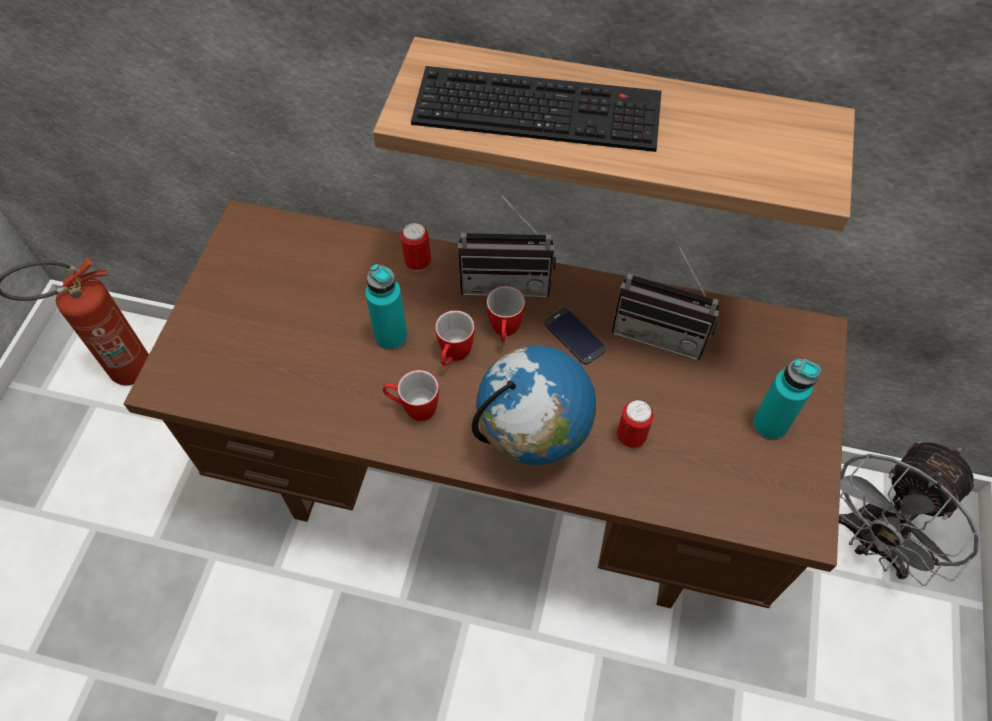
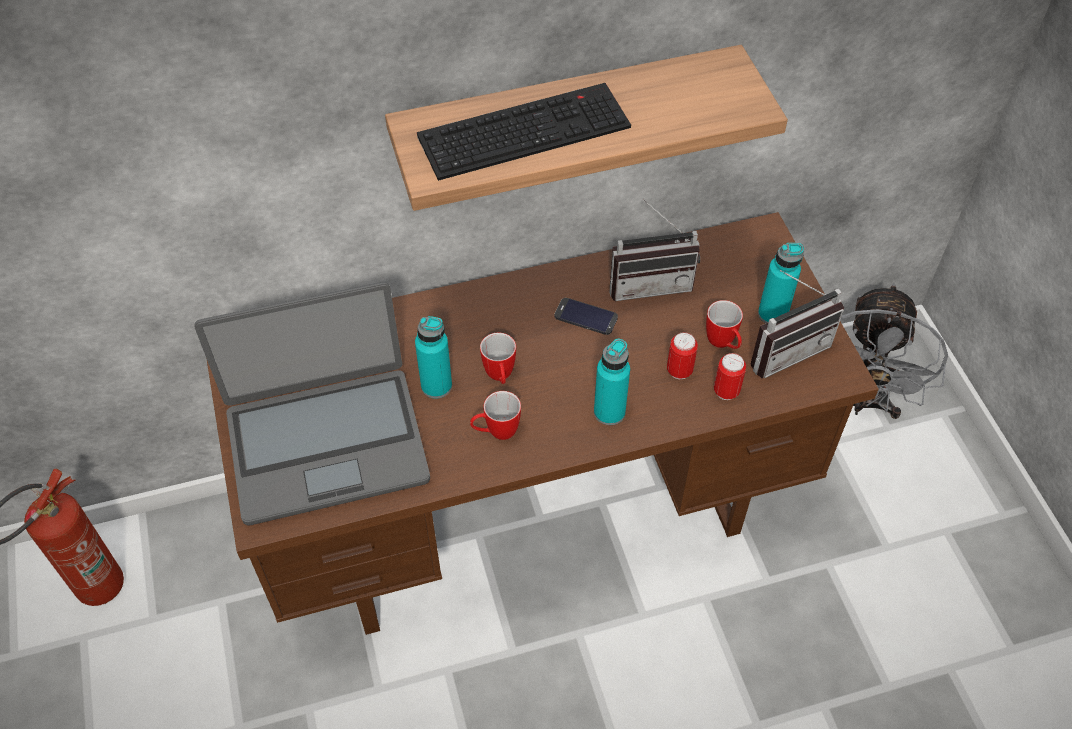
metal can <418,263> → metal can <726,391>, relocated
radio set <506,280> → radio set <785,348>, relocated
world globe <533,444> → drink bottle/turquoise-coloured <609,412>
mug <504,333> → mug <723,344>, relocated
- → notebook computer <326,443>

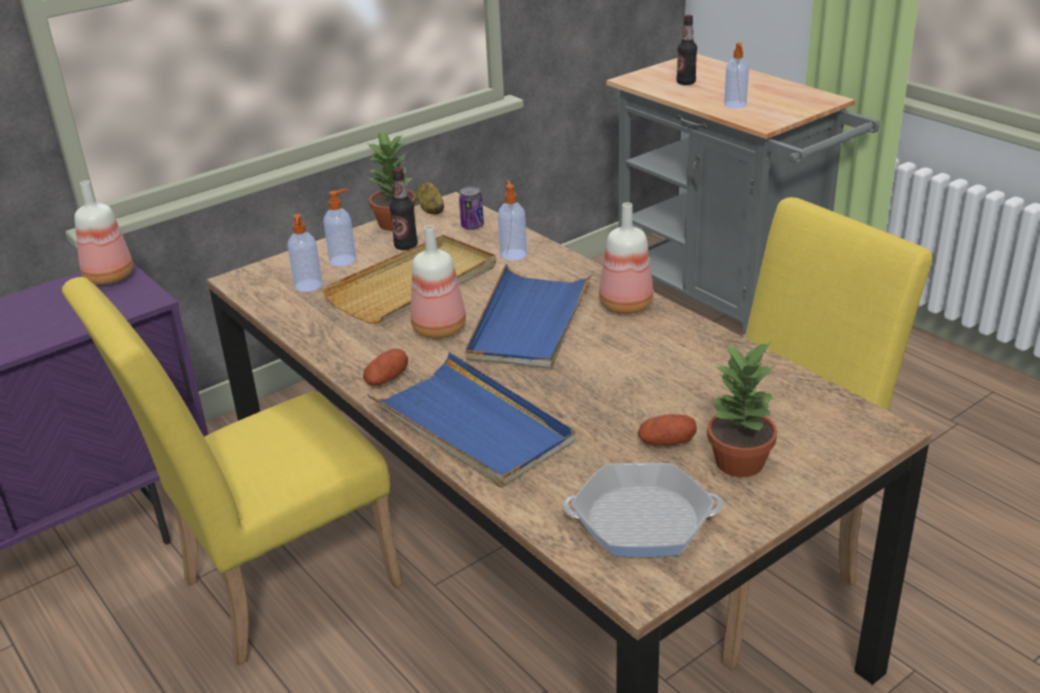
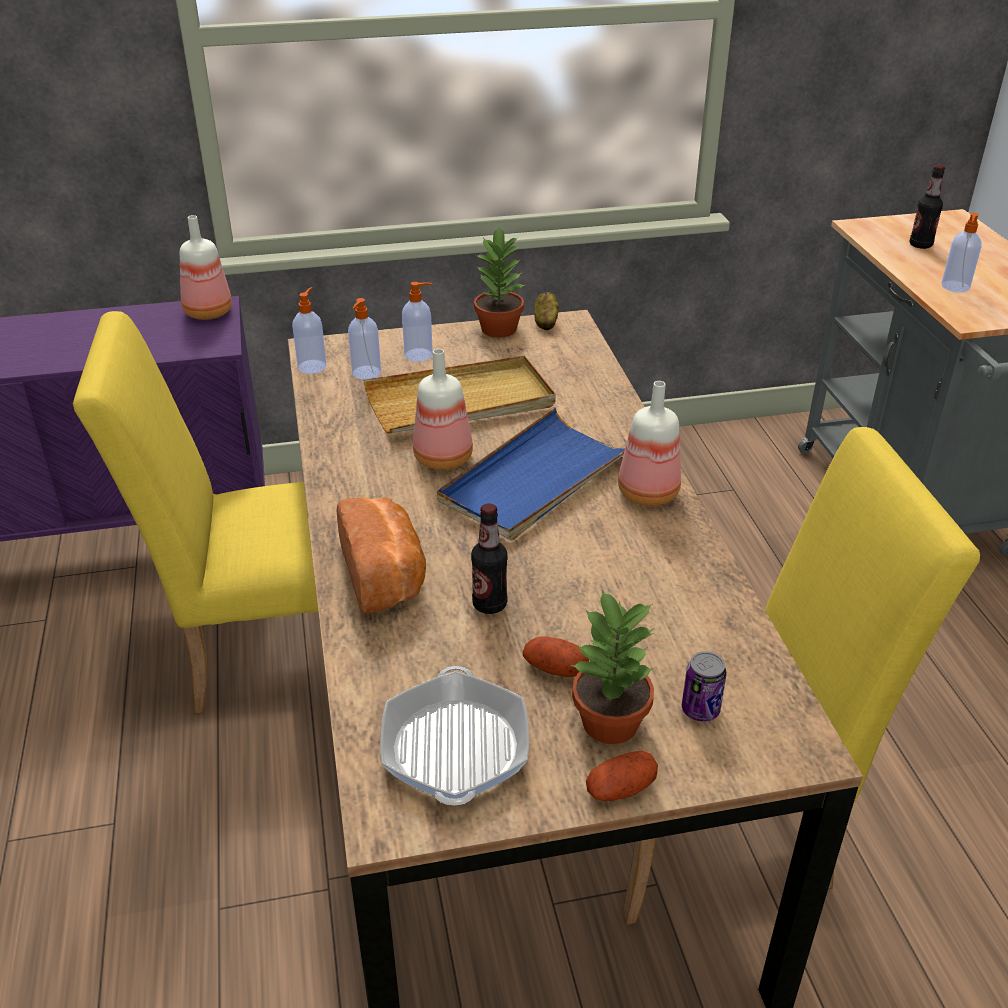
potato <387,379> → potato <620,789>, relocated
serving tray/blue-coloured <472,425> → bakery bread <385,575>
drink bottle <406,246> → drink bottle <489,604>, relocated
metal can <472,226> → metal can <700,709>, relocated
soap bottle <513,254> → soap bottle <312,366>, relocated
skillet <642,520> → skillet <455,747>, 60 degrees clockwise

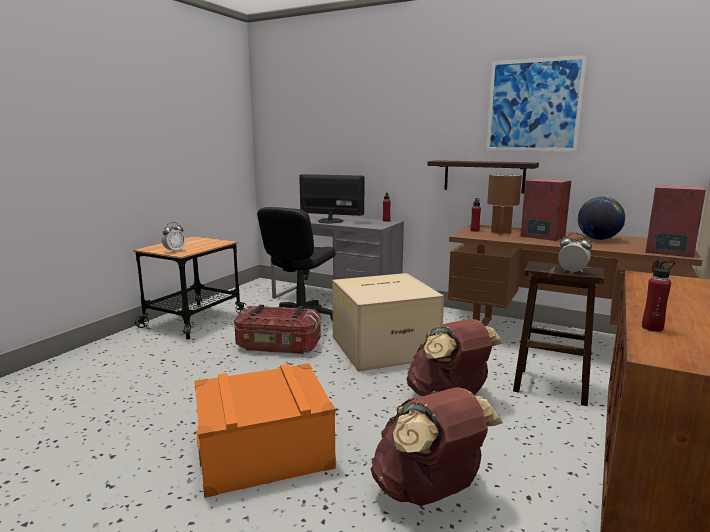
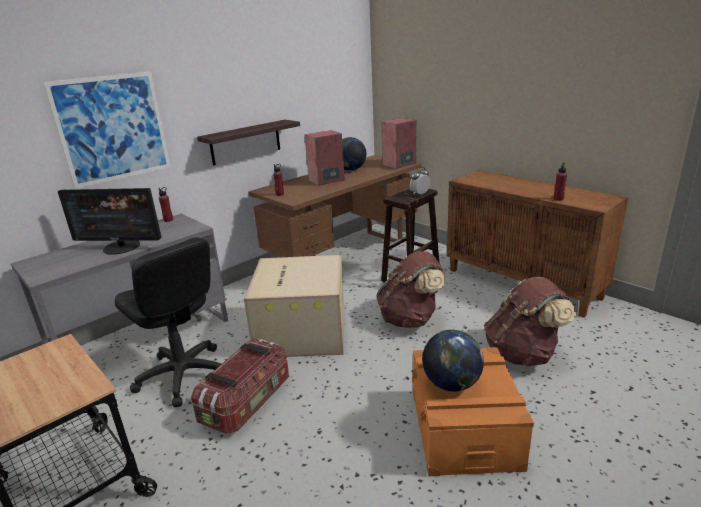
bedside clock <174,251> → -
monitor <330,221> → monitor <121,247>, 120 degrees counterclockwise
wall picture <533,105> → wall picture <113,128>, relocated
tabletop lamp/brown-coloured <500,232> → -
- → world globe <451,384>

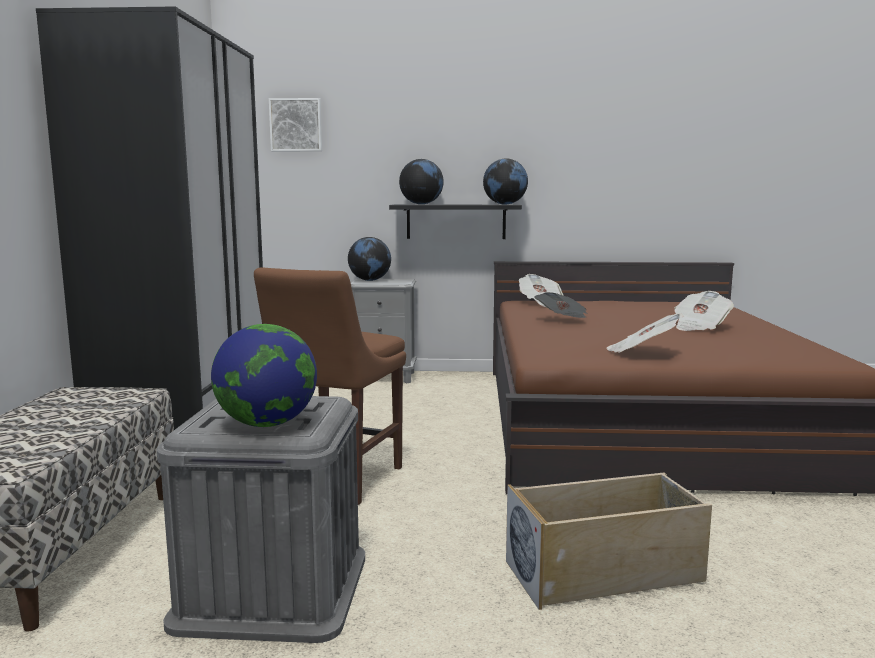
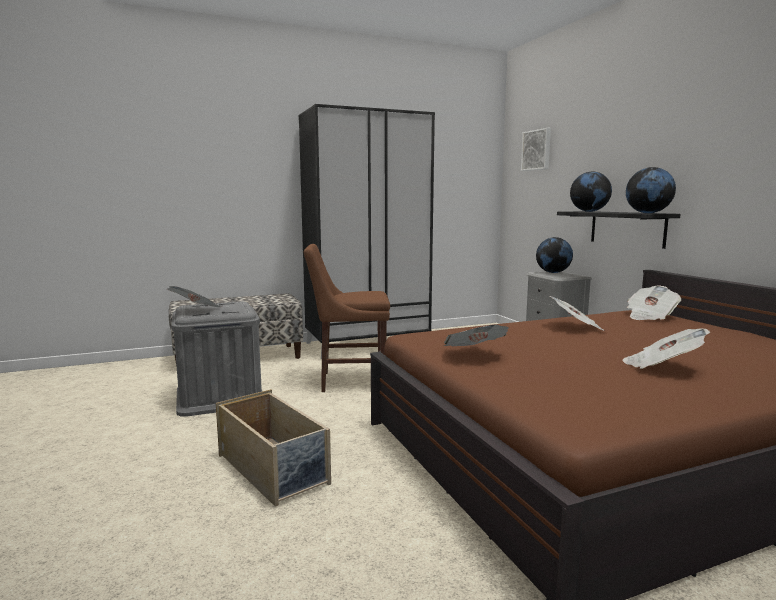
world globe <267,424> → printed paper <196,310>

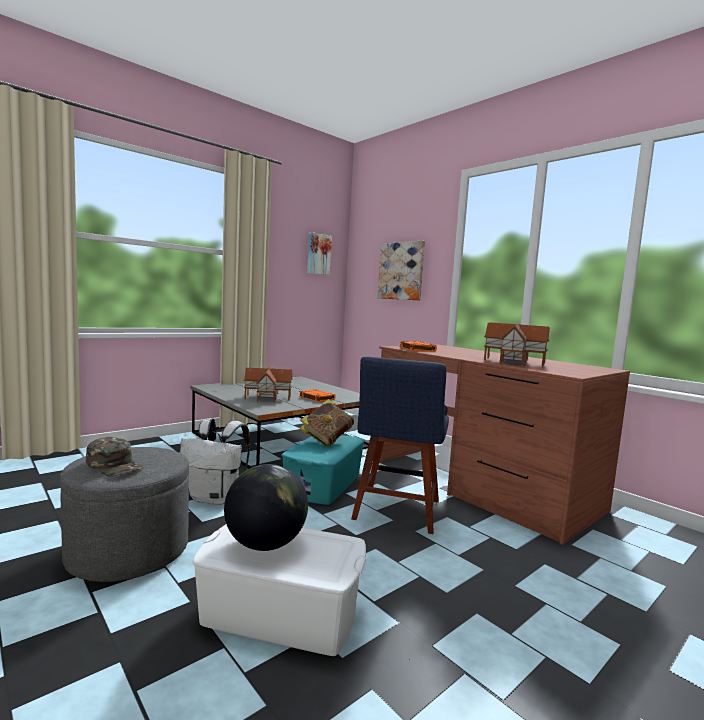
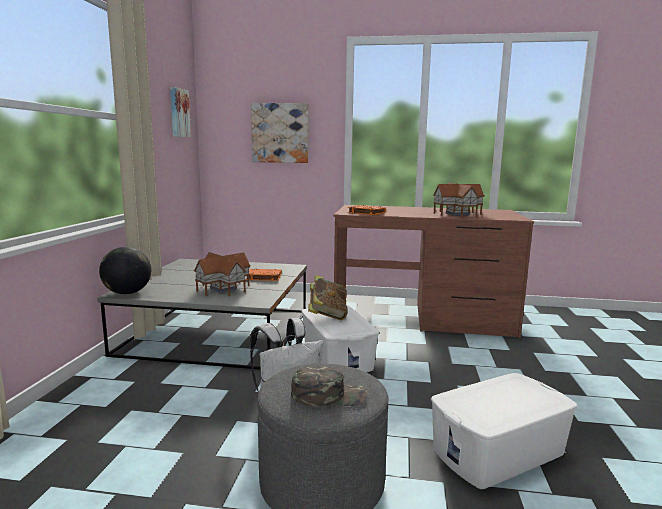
world globe <265,544> → world globe <127,293>, relocated
storage box/turquoise-coloured <324,484> → storage box/whitish <337,356>
plain chair/blue-coloured <396,512> → -

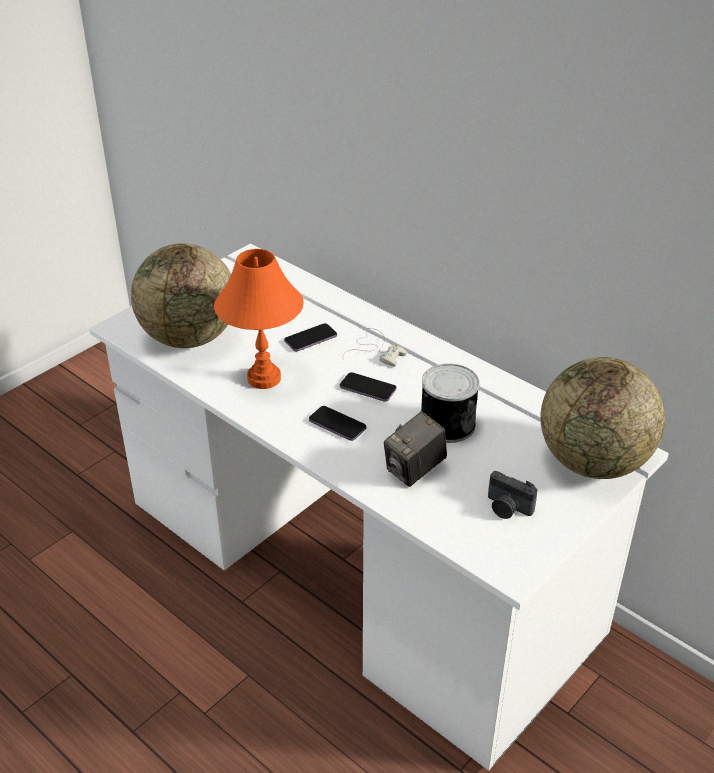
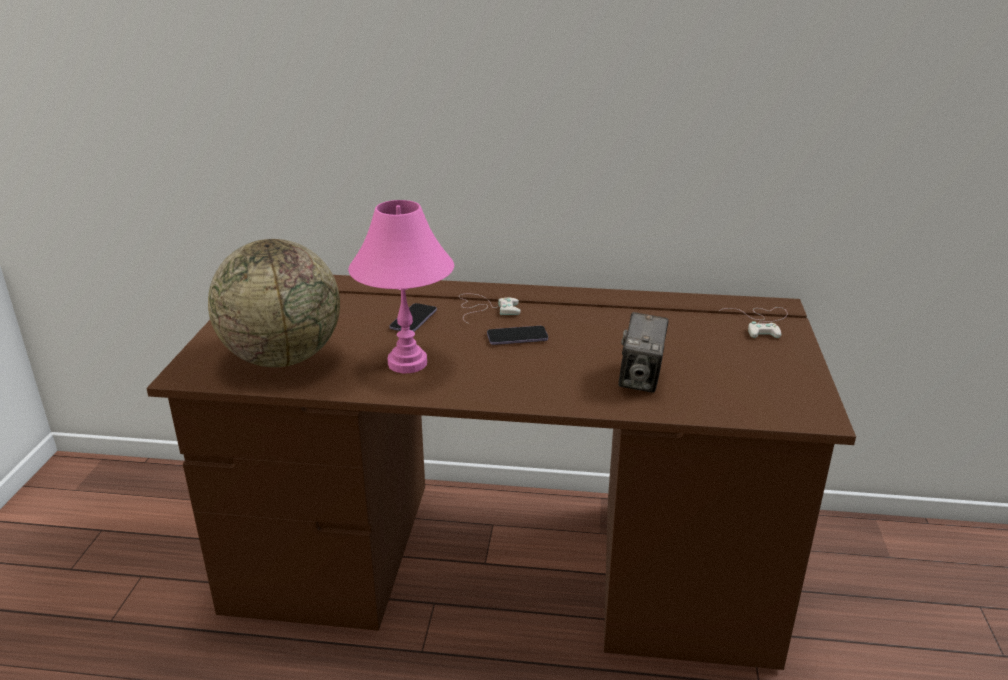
desk table/whitish <358,566> → desk table/brown-coloured <504,562>
tabletop lamp/orange <264,378> → tabletop lamp/pinkish <407,363>
handset <337,425> → -
metal can <446,423> → -
still camera <507,508> → -
world globe <593,462> → joypad/whitish <762,322>

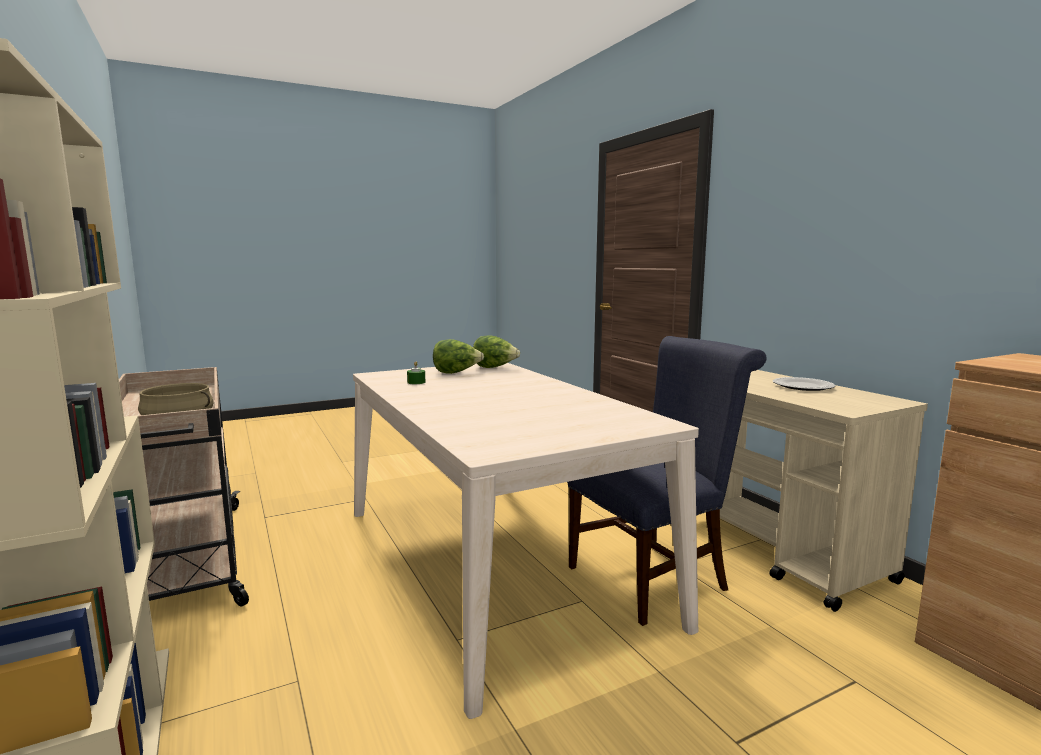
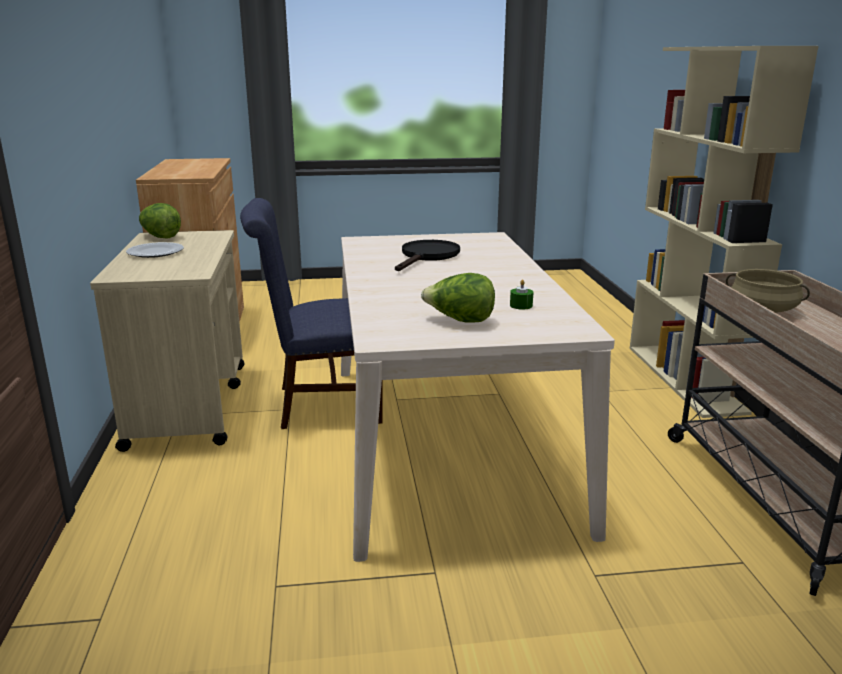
lettuce <494,368> → lettuce <160,237>, relocated
- → skillet/black-coloured <427,256>

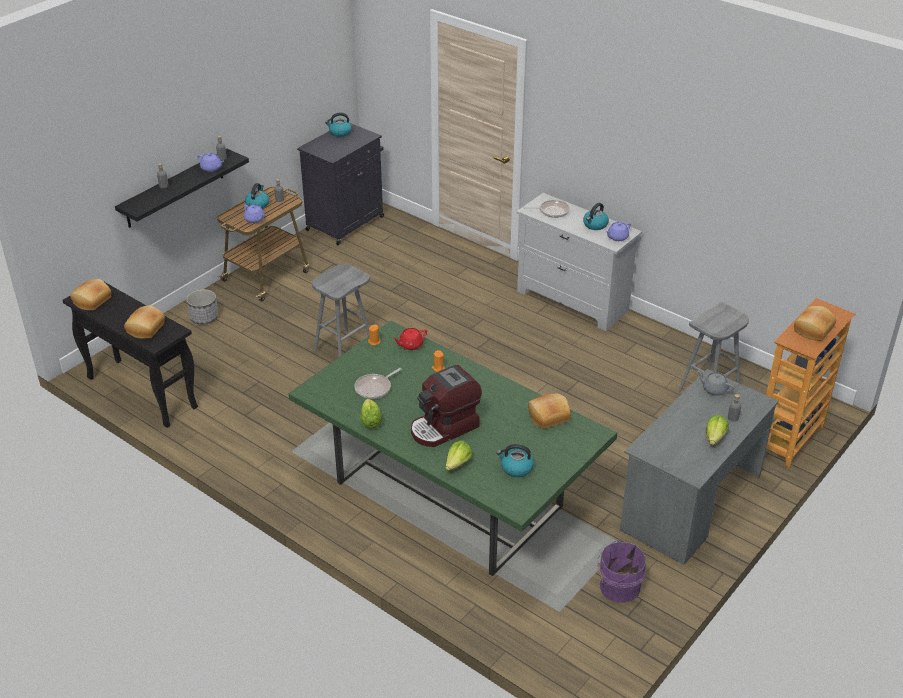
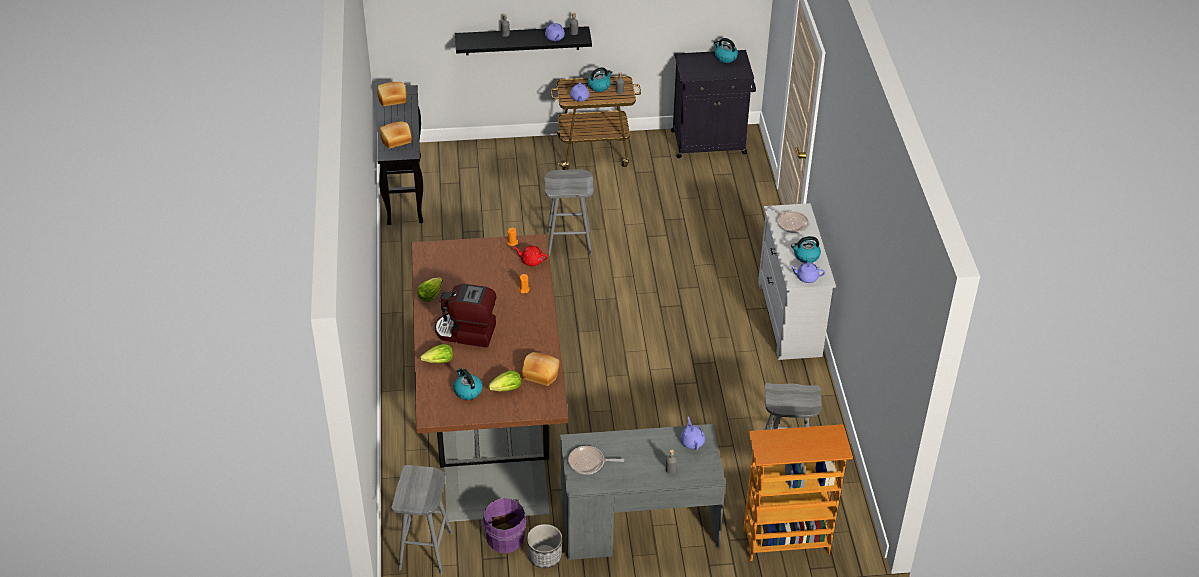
plant pot <204,318> → plant pot <545,556>, relocated
kitchen table/greenish <450,496> → kitchen table/brown-coloured <489,397>
skillet <375,388> → skillet <589,463>, relocated
tea pot/gray <714,389> → tea pot/purplish <692,441>
lettuce <715,437> → lettuce <506,389>, relocated
bakery bread <812,329> → -
- → stool seat/gray <426,551>

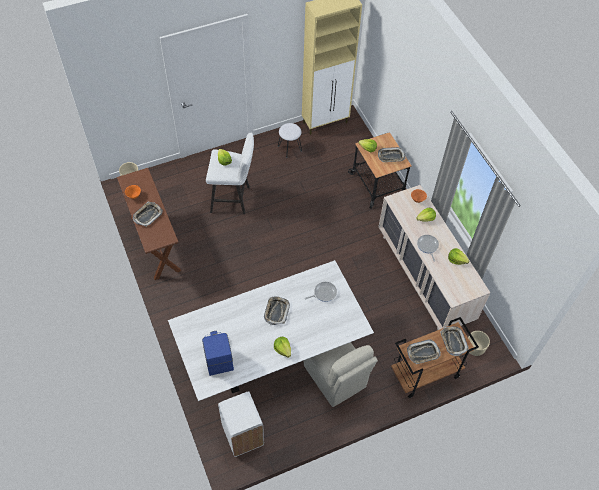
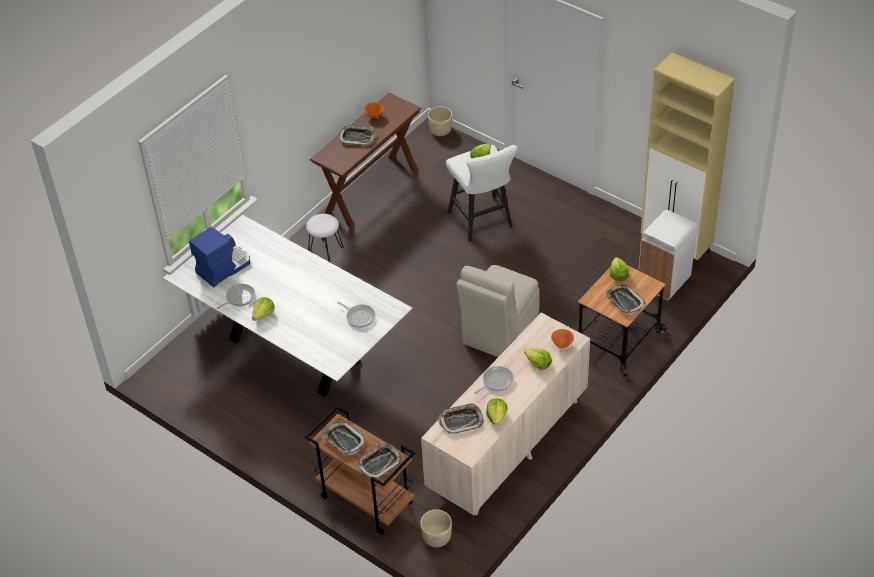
rubbish bin/whitish <242,436> → rubbish bin/whitish <663,281>, relocated
serving tray <276,311> → serving tray <461,421>, relocated
stool seat/whitish <290,148> → stool seat/whitish <326,252>, relocated
plain chair/beige-coloured <335,378> → plain chair/beige-coloured <499,331>, relocated
- → skillet <239,297>

